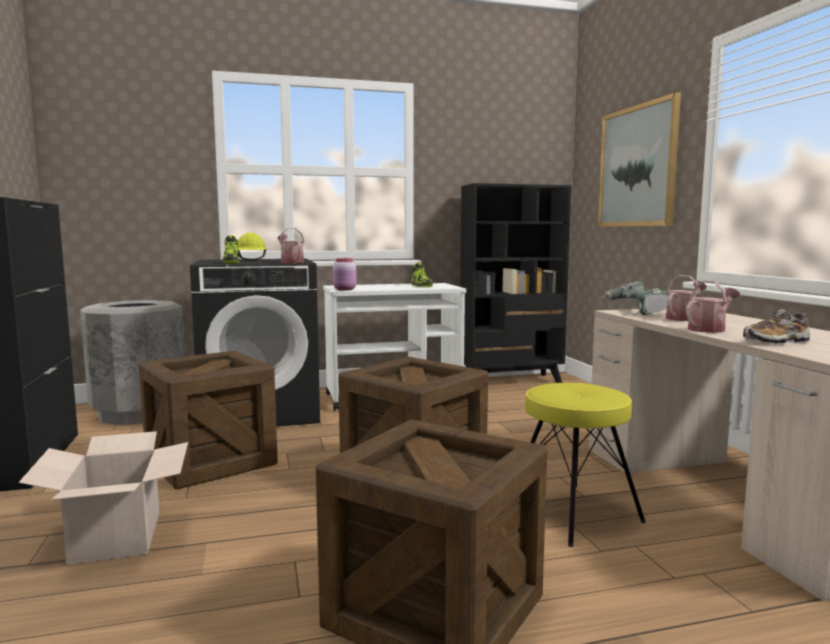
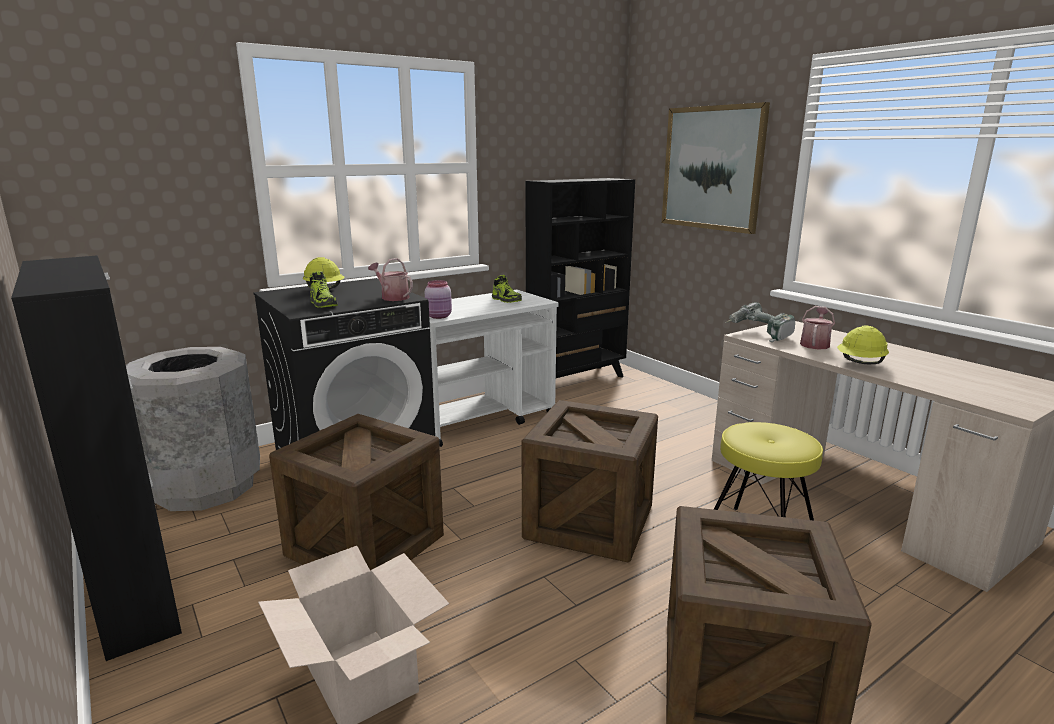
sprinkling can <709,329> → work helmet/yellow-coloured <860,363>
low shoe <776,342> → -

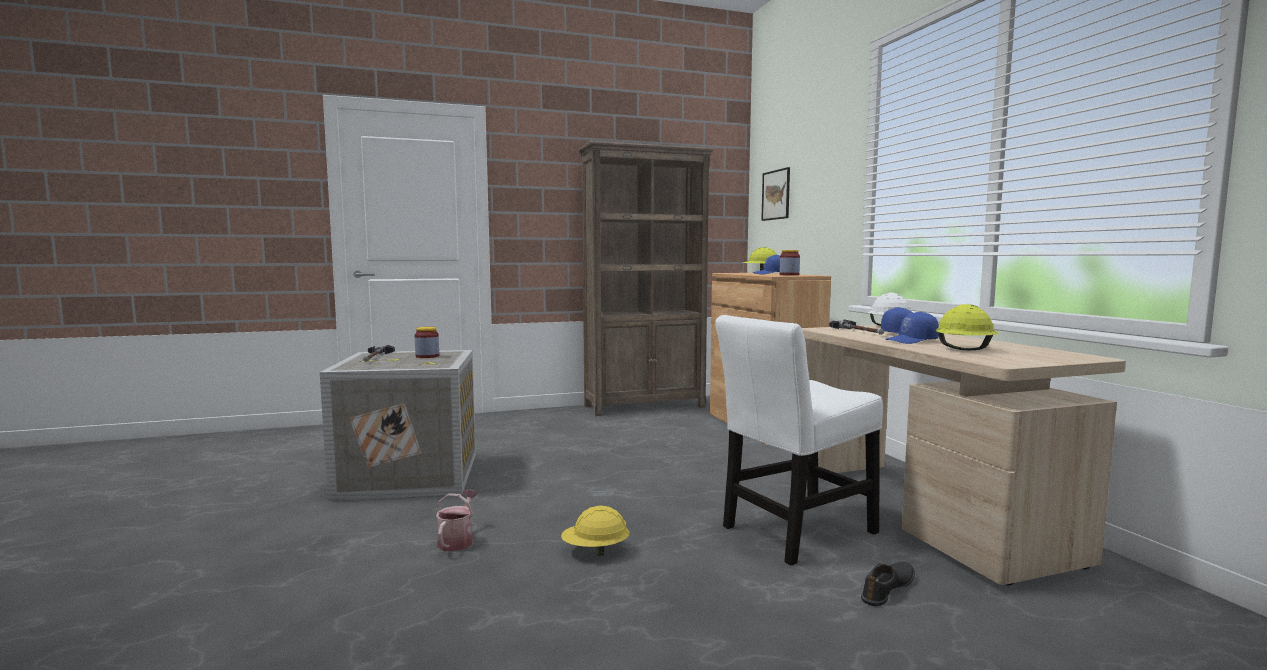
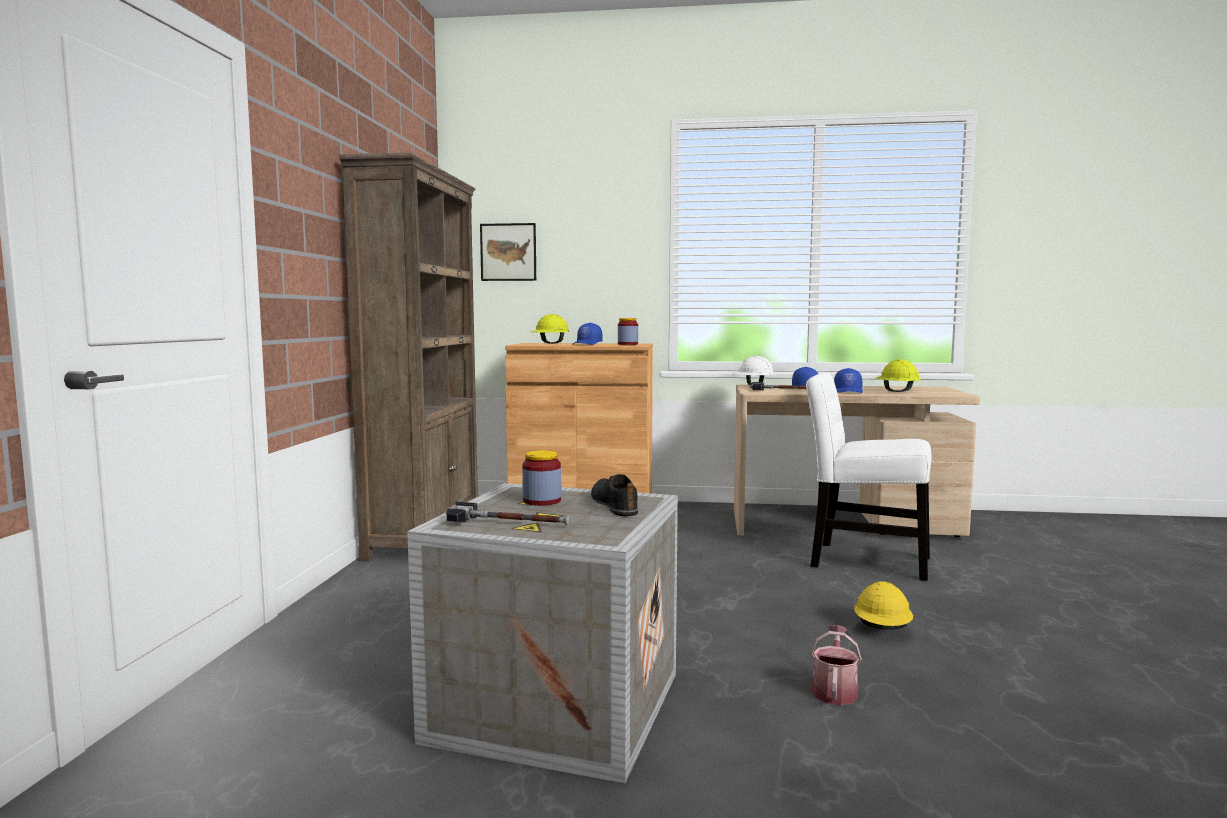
sprinkling can <457,540> → sprinkling can <834,690>, 75 degrees clockwise
plain chair/whitish <794,532> → plain chair/whitish <863,560>, 120 degrees clockwise
low shoe/black-coloured <888,589> → low shoe/black-coloured <614,504>, relocated

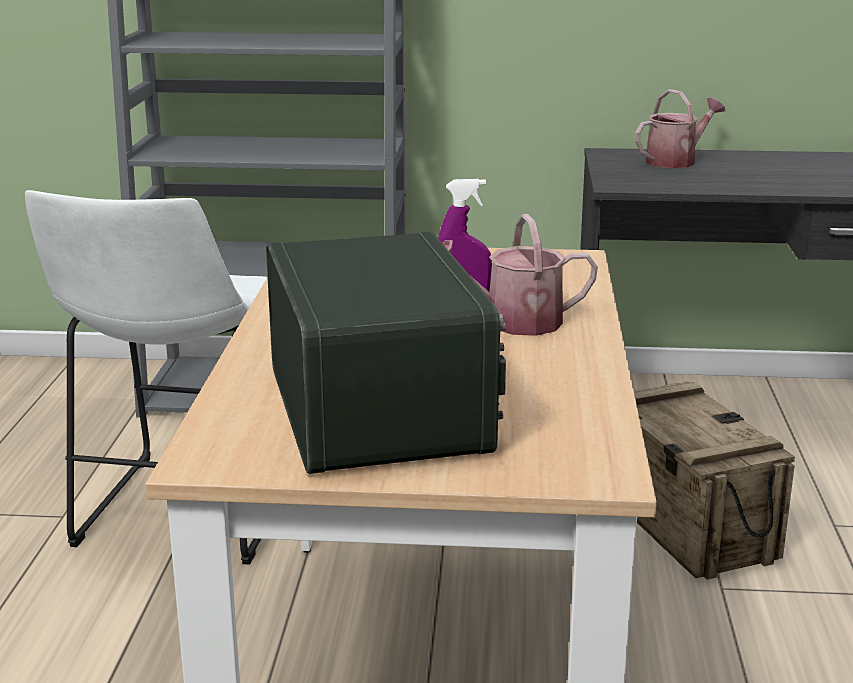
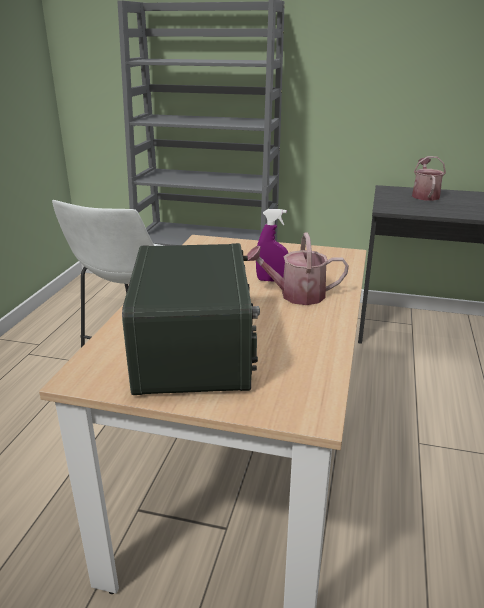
shipping crate <683,522> → -
sprinkling can <676,161> → sprinkling can <424,195>, 60 degrees counterclockwise

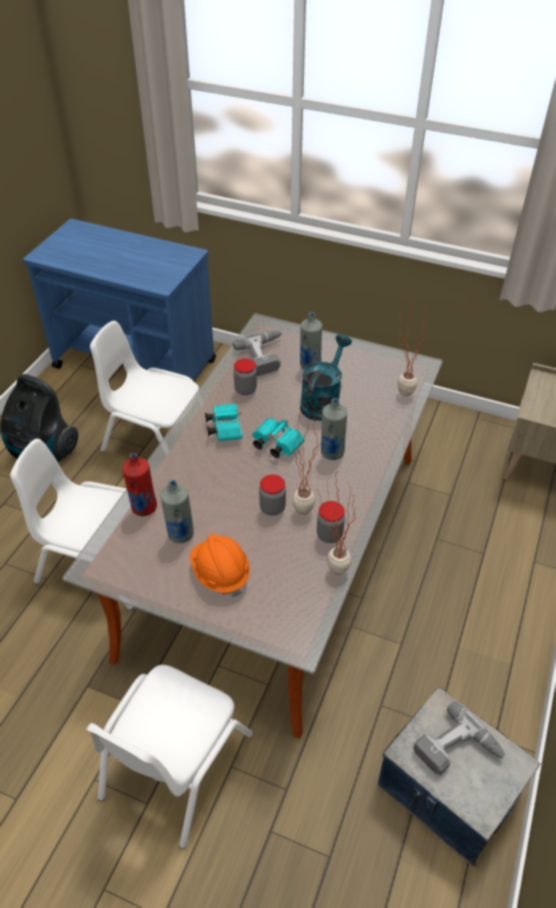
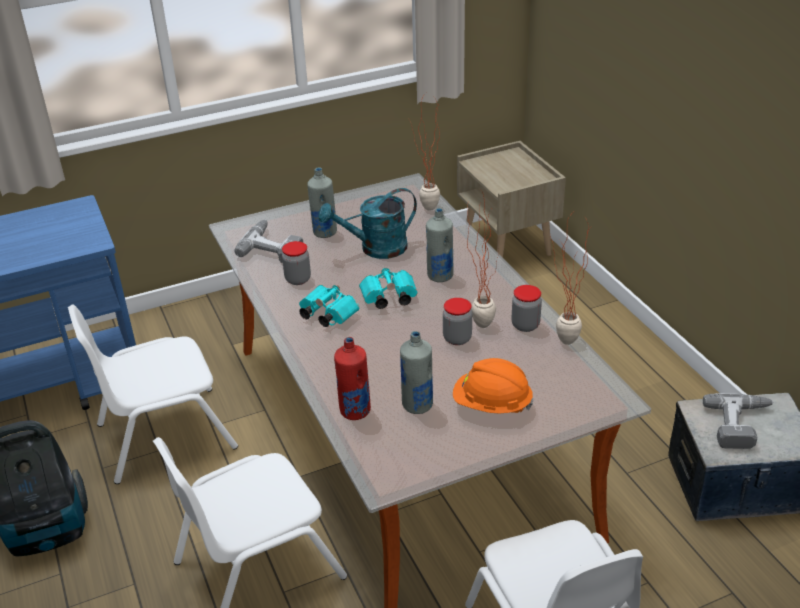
sprinkling can/turquoise-coloured <322,401> → sprinkling can/turquoise-coloured <375,249>, 90 degrees counterclockwise

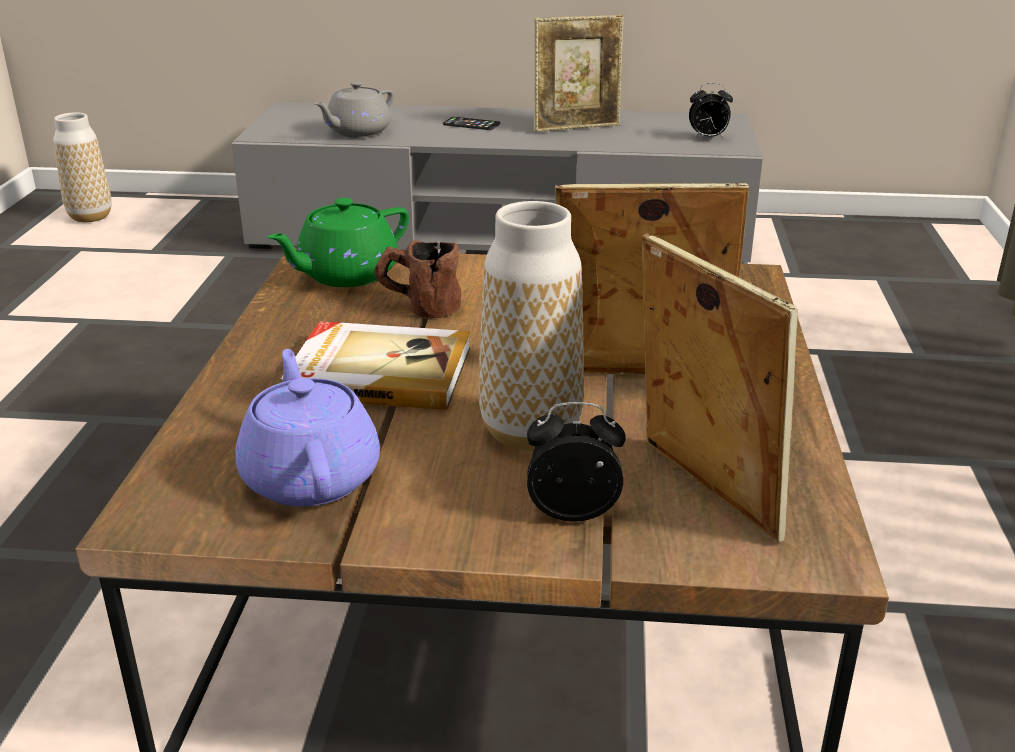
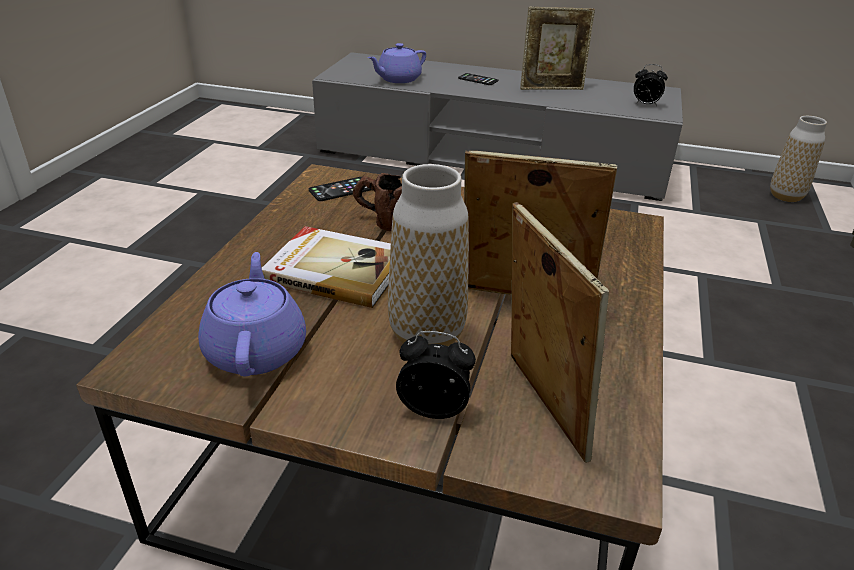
flower vase <90,217> → flower vase <786,196>, relocated
tea pot/greenish <345,275> → handset <341,190>
tea pot/gray <357,132> → tea pot/purplish <398,79>

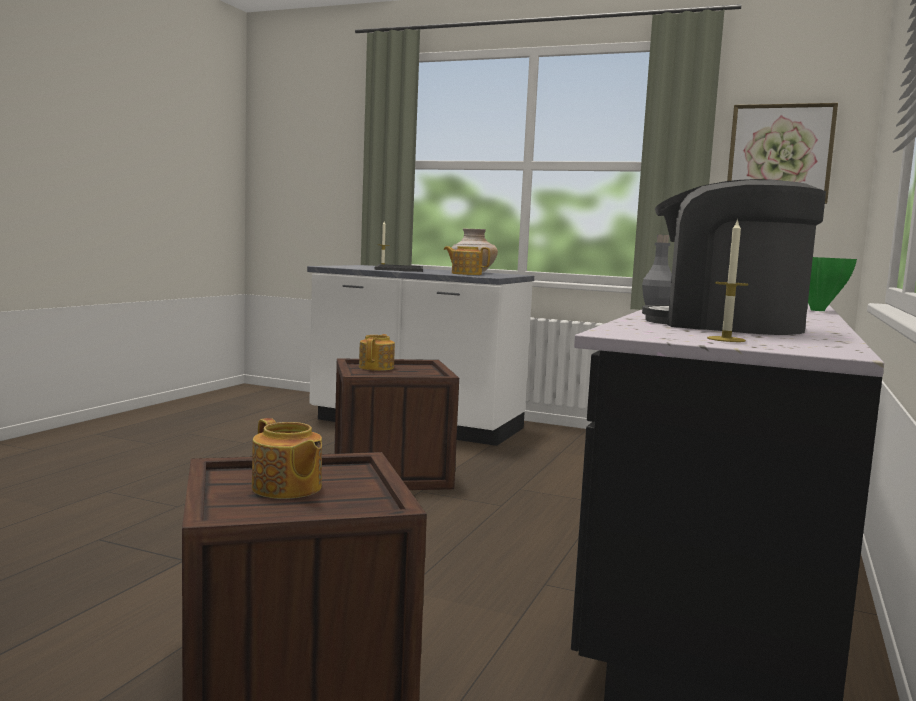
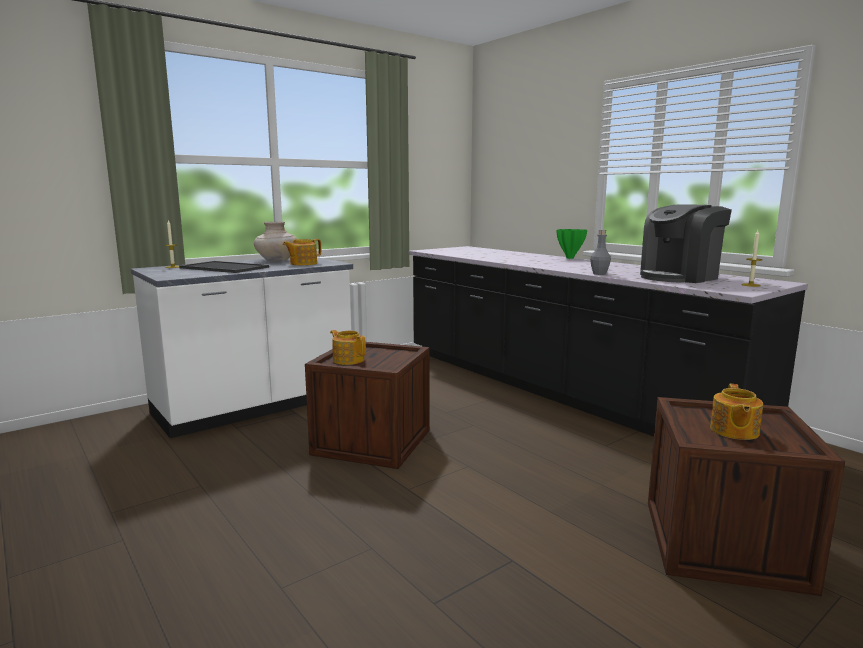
tea pot <286,488> → tea pot <733,431>, 120 degrees clockwise
wall picture <780,154> → -

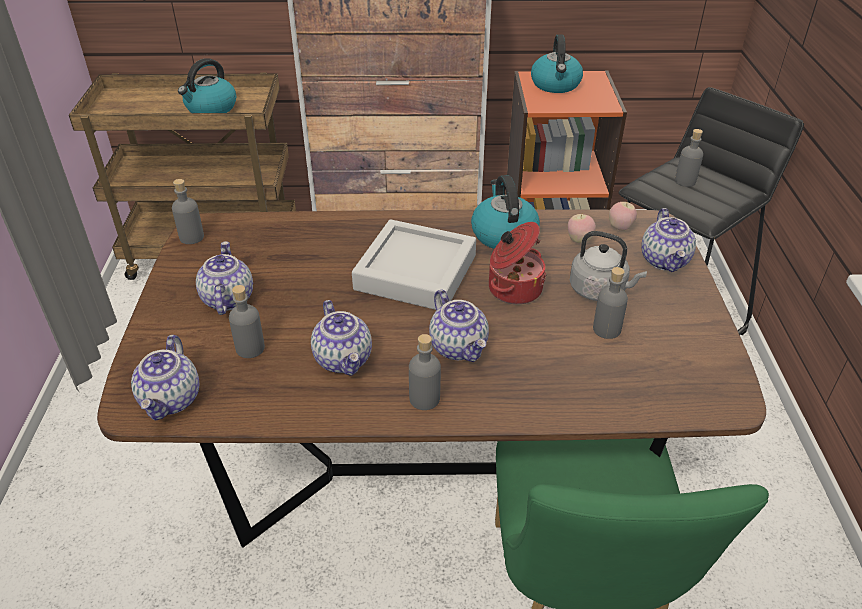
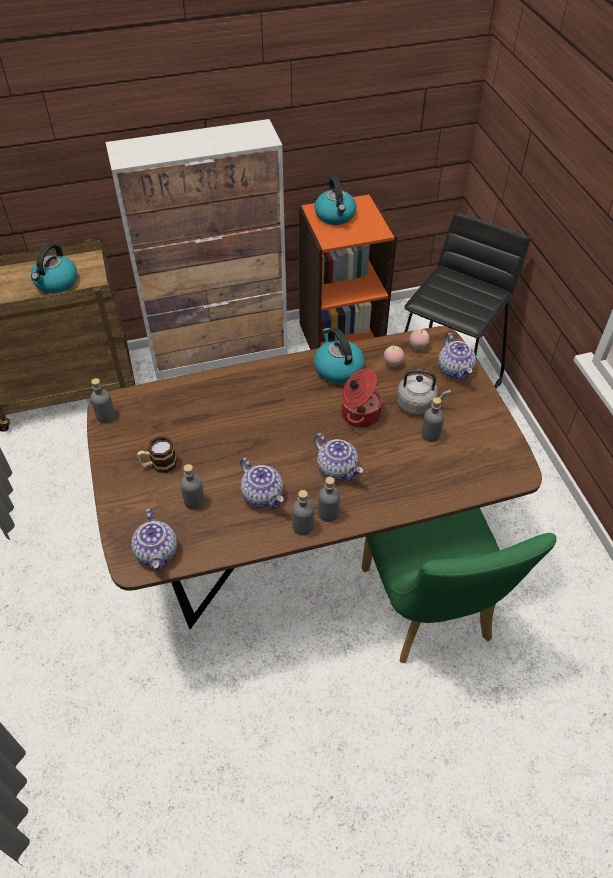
tea pot <227,299> → mug <158,464>
serving tray/gray <416,272> → -
drink bottle/gray <685,181> → drink bottle/gray <303,526>, relocated

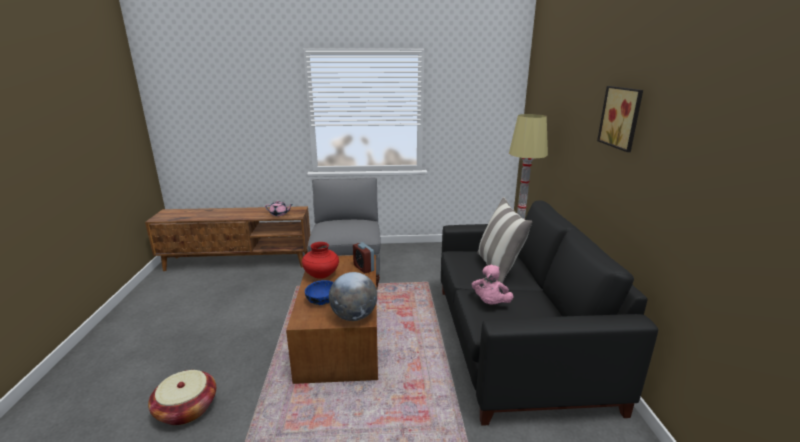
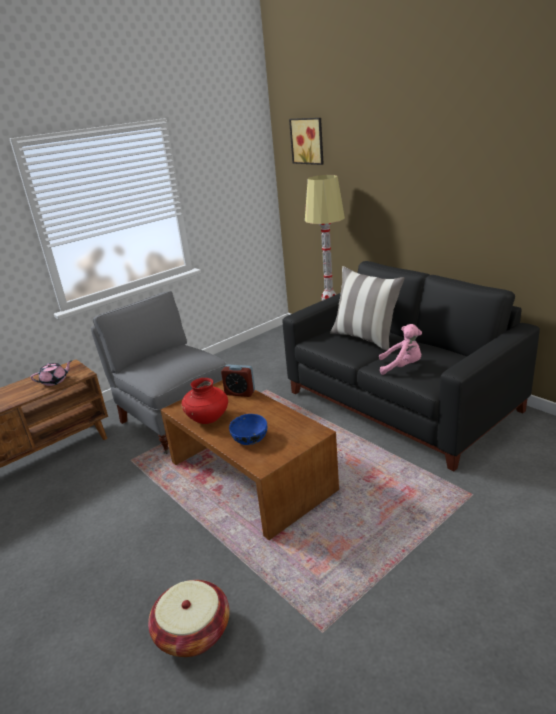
world globe <354,316> → -
soft toy/pinkish <490,303> → soft toy/pinkish <402,367>, 60 degrees counterclockwise
wall picture <622,117> → wall picture <308,141>, relocated

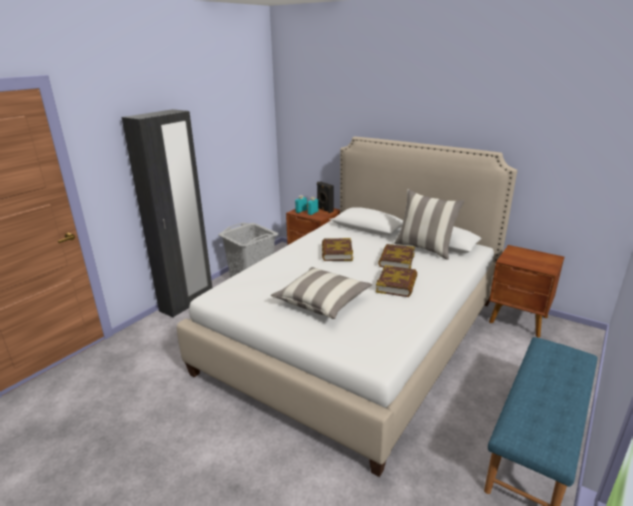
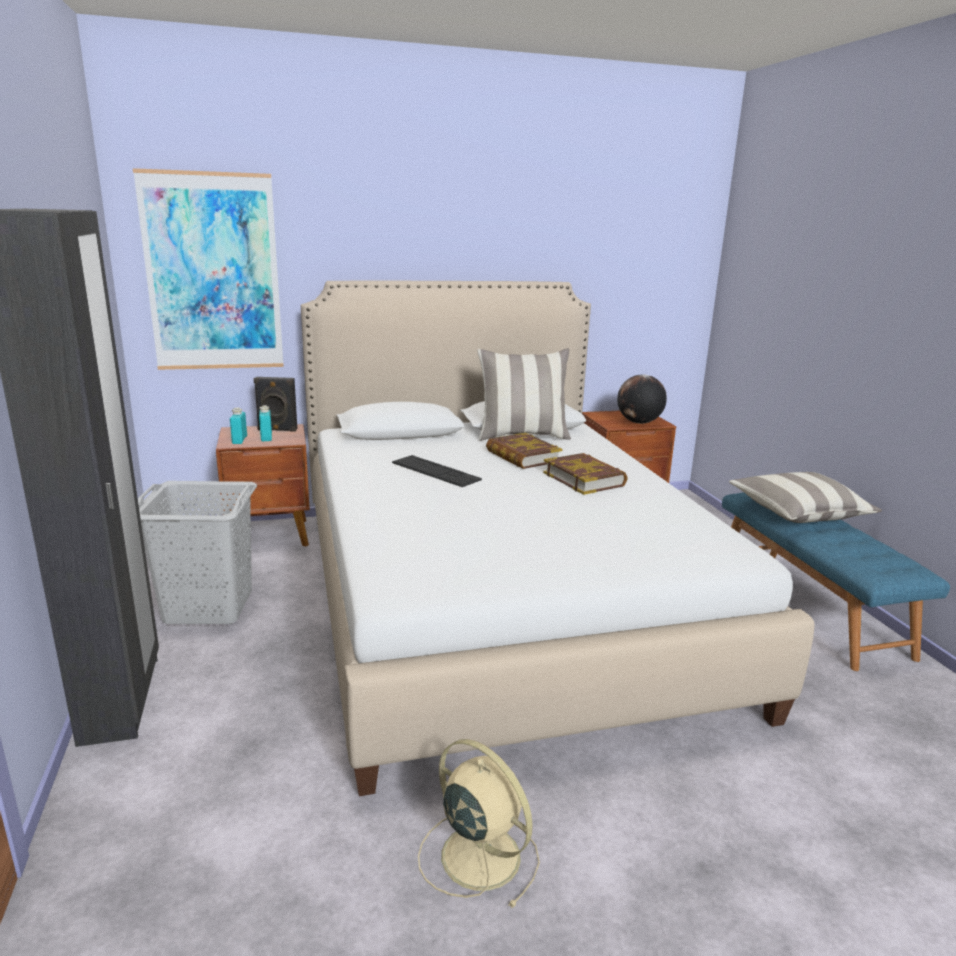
cushion <322,302> → cushion <798,513>, relocated
volume <336,253> → keyboard <435,471>
- → wall picture <213,273>
- → fan/beige-coloured <477,854>
- → world globe <638,422>

